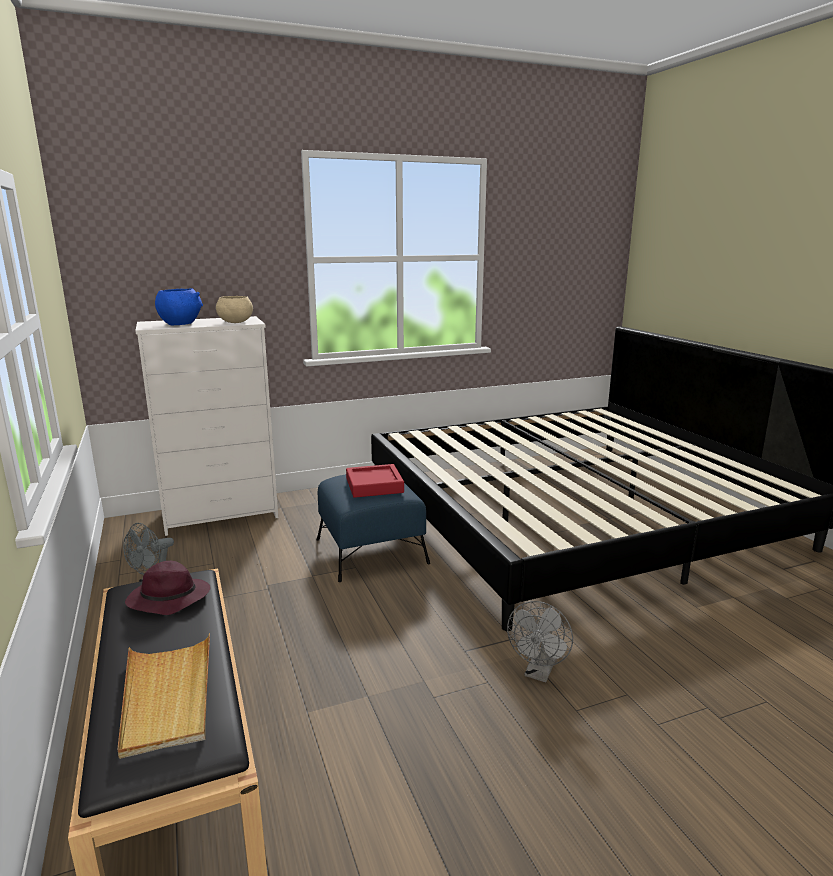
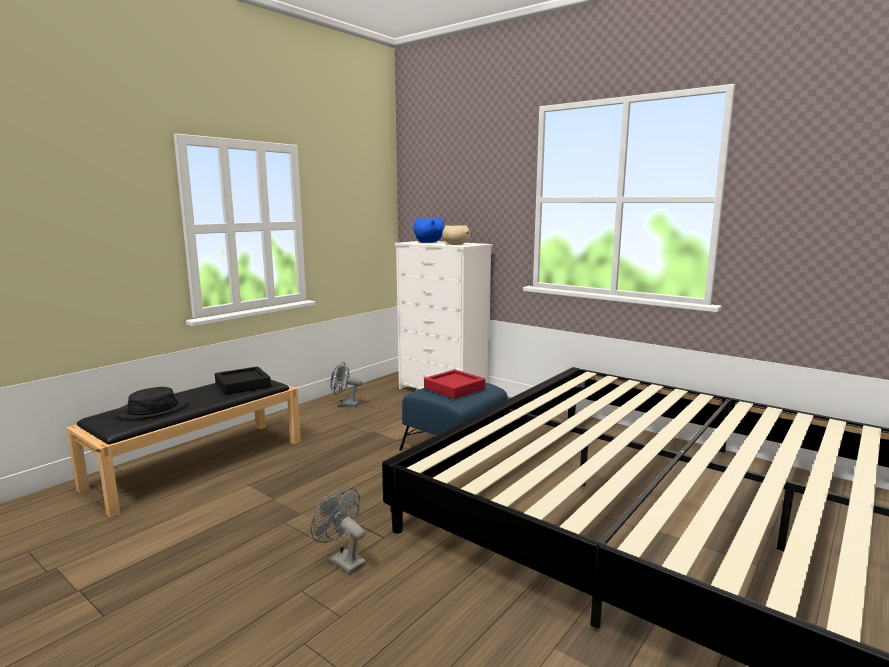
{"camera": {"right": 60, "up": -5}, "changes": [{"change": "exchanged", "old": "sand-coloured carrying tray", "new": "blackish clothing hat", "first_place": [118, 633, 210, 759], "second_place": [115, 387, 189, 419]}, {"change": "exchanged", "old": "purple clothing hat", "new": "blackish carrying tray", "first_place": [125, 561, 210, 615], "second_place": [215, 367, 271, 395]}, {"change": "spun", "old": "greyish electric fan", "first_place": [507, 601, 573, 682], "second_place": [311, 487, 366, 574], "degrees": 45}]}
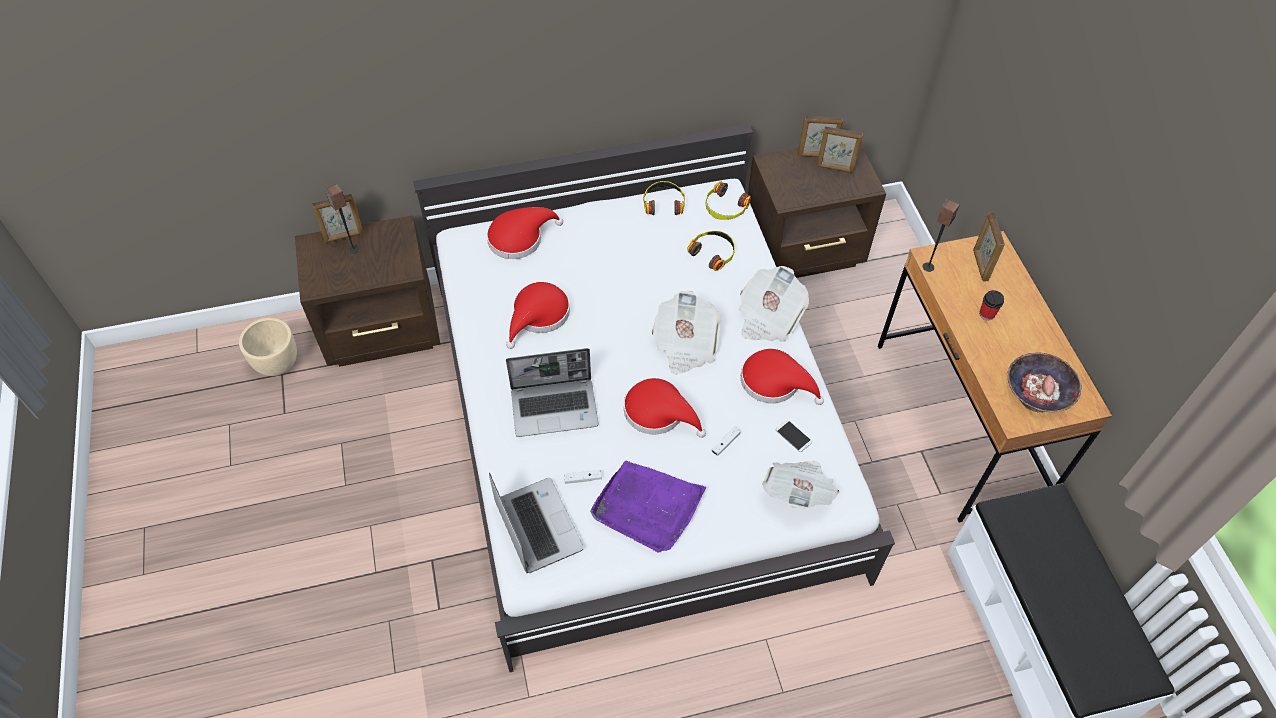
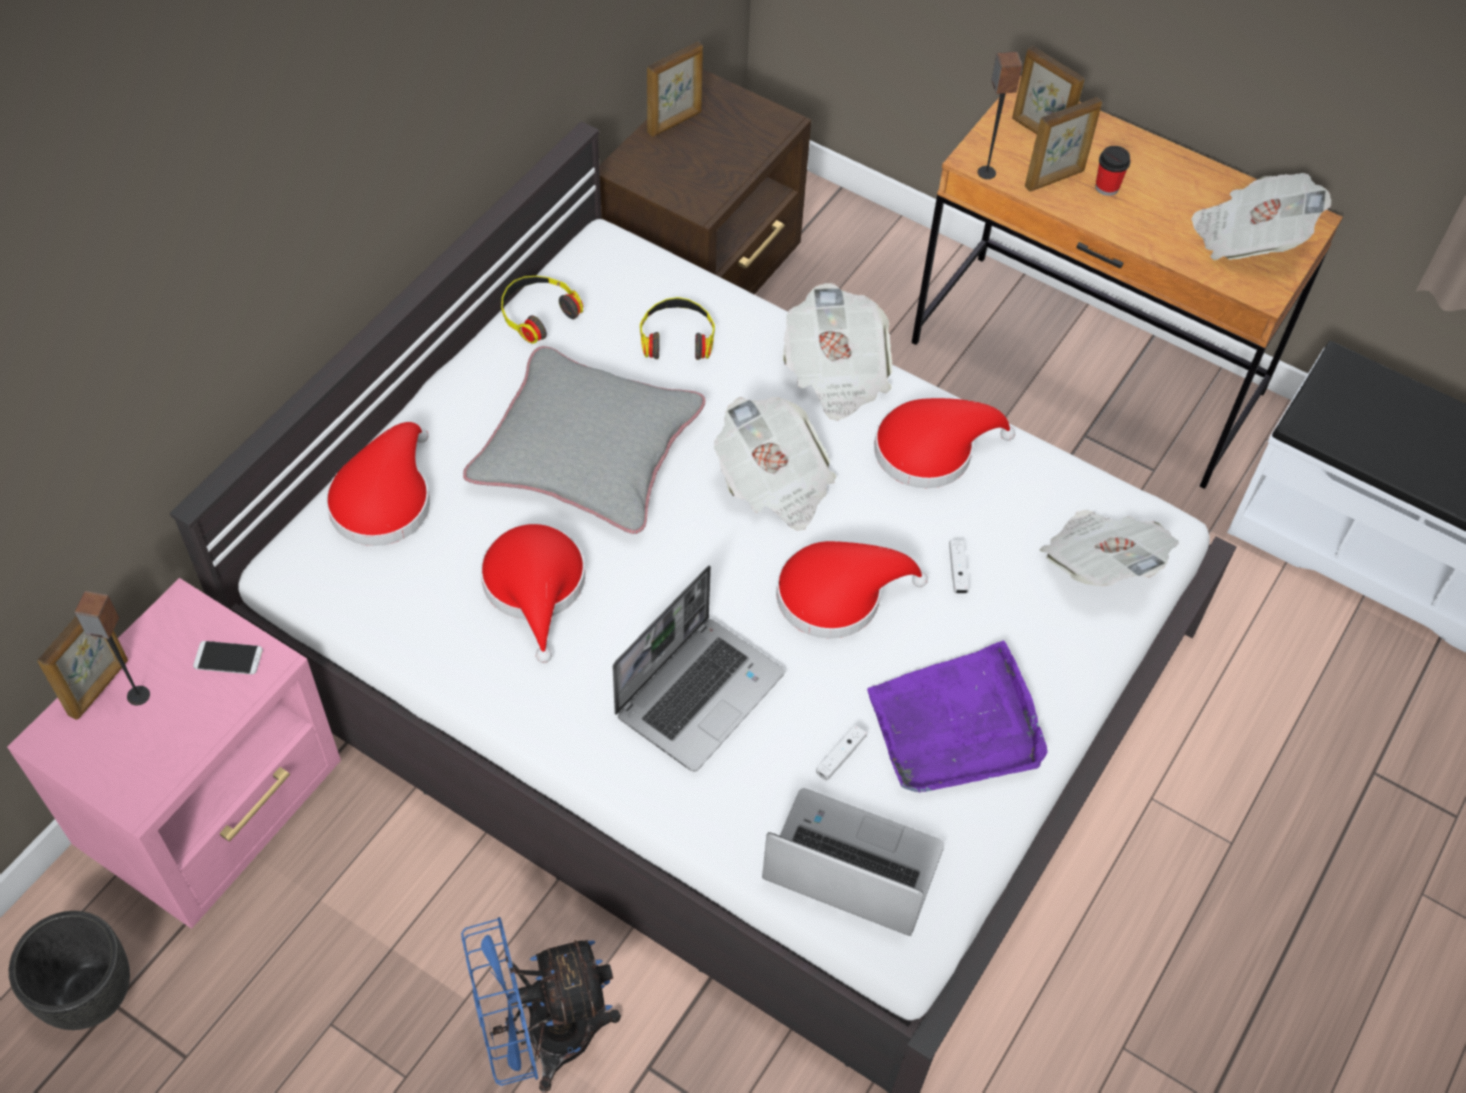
{"camera": {"right": -45, "up": 0}, "changes": [{"change": "colour", "old": "brown nightstand", "new": "pink-coloured nightstand", "first_place": [295, 215, 440, 367], "second_place": [7, 578, 341, 929]}, {"change": "colour", "old": "sand-coloured plant pot", "new": "blackish plant pot", "first_place": [239, 318, 297, 376], "second_place": [9, 911, 130, 1030]}, {"change": "relocated", "old": "handset", "first_place": [776, 420, 812, 452], "second_place": [193, 641, 263, 675]}, {"change": "appeared", "new": "blue-coloured electric fan", "second_place": [461, 917, 621, 1092]}, {"change": "appeared", "new": "greyish pillow", "second_place": [463, 346, 705, 534]}, {"change": "relocated", "old": "picture frame", "first_place": [817, 127, 863, 173], "second_place": [1025, 97, 1102, 191]}, {"change": "exchanged", "old": "bowl", "new": "daily paper", "first_place": [1008, 352, 1082, 413], "second_place": [1191, 173, 1331, 260]}, {"change": "missing", "old": "headphones", "first_place": [705, 181, 751, 220]}]}
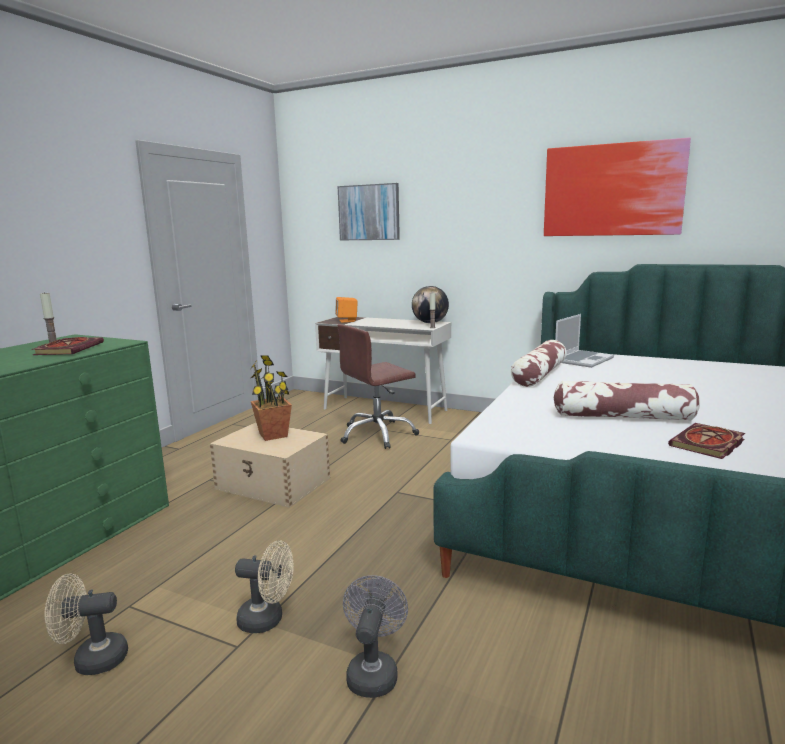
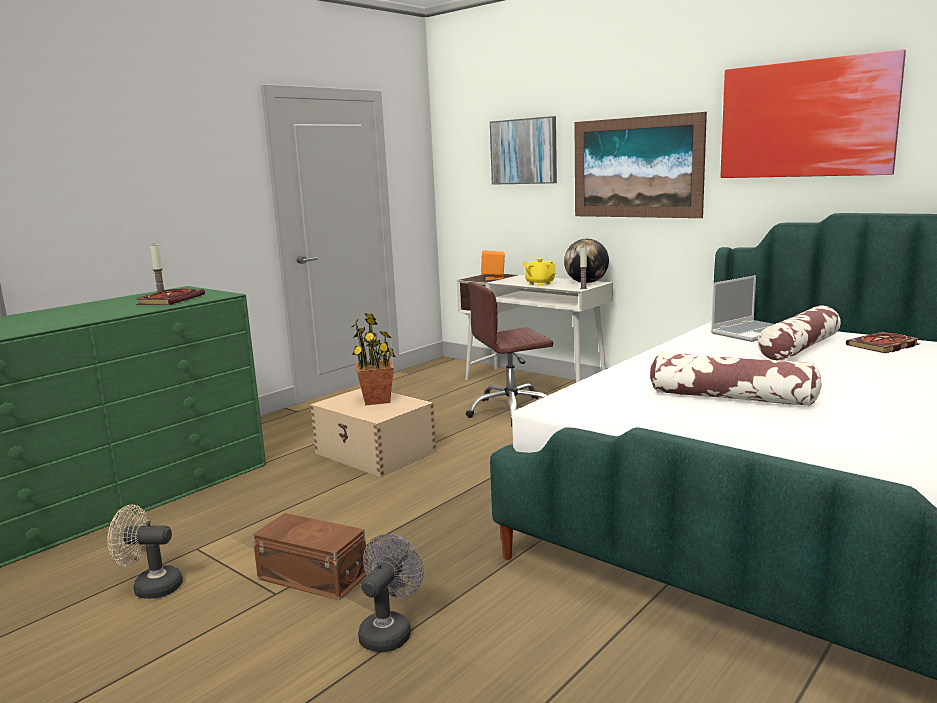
{"camera": {"right": 15, "up": 0}, "changes": [{"change": "exchanged", "old": "sand-coloured electric fan", "new": "brown storage box", "first_place": [235, 540, 294, 633], "second_place": [252, 513, 368, 601]}, {"change": "appeared", "new": "yellow-coloured tea pot", "second_place": [523, 258, 556, 286]}, {"change": "appeared", "new": "picture", "second_place": [574, 112, 707, 218]}, {"change": "relocated", "old": "pillow", "first_place": [511, 340, 567, 387], "second_place": [757, 306, 841, 361]}, {"change": "relocated", "old": "volume", "first_place": [668, 423, 745, 459], "second_place": [846, 332, 921, 353]}]}
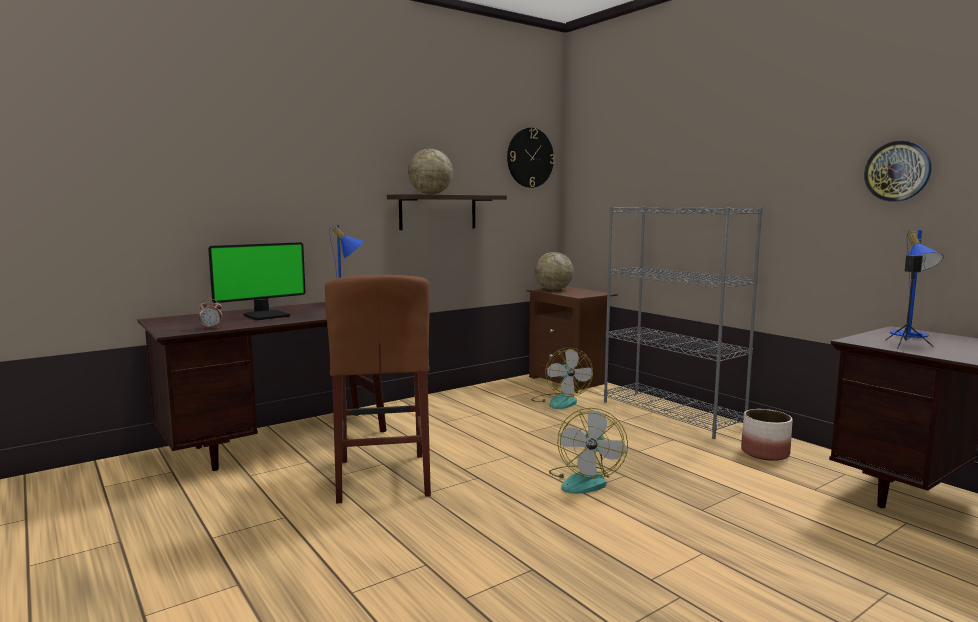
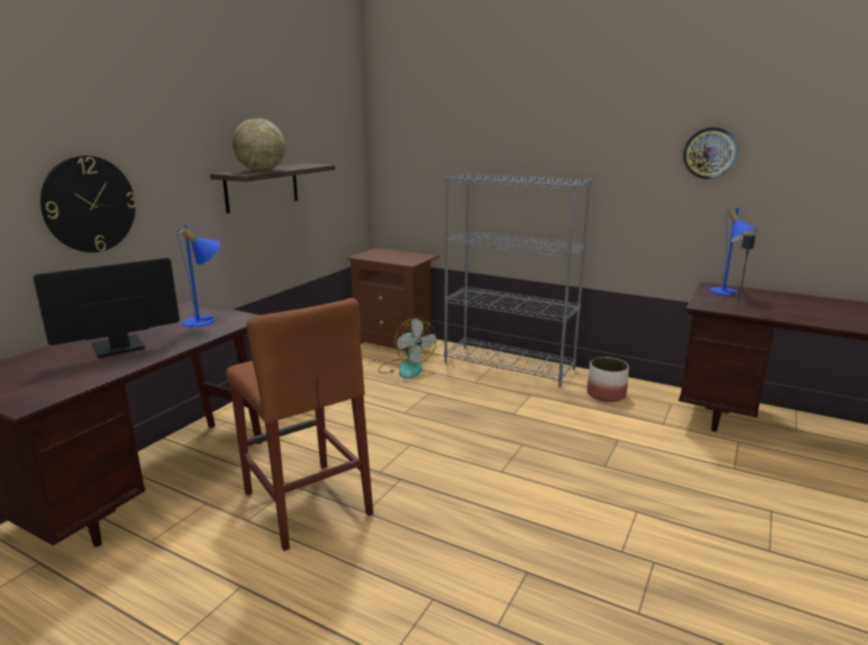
{"camera": {"right": -25, "up": 10}, "changes": [{"change": "spun", "old": "computer display", "first_place": [208, 242, 306, 320], "second_place": [33, 258, 180, 358], "degrees": -150}, {"change": "relocated", "old": "clock on the wall", "first_place": [507, 128, 555, 188], "second_place": [40, 156, 137, 253]}, {"change": "missing", "old": "bedside clock", "first_place": [199, 299, 222, 328]}, {"change": "missing", "old": "world globe", "first_place": [535, 252, 573, 290]}, {"change": "missing", "old": "electric fan", "first_place": [549, 408, 628, 494]}]}
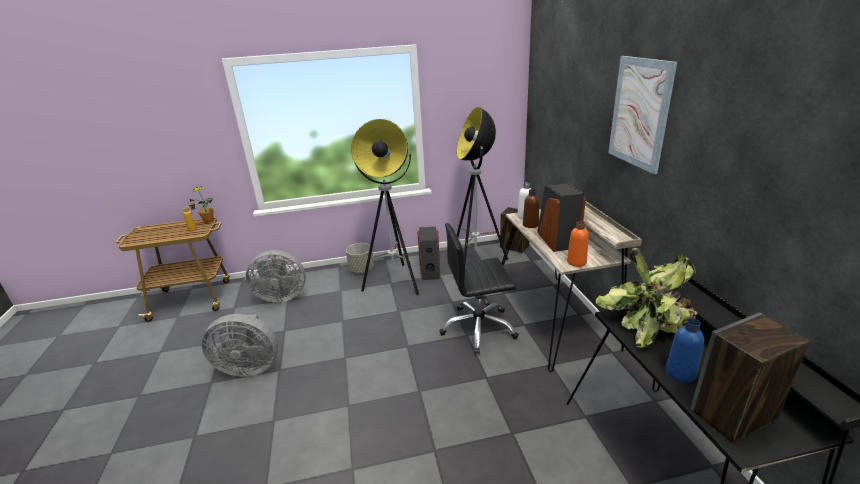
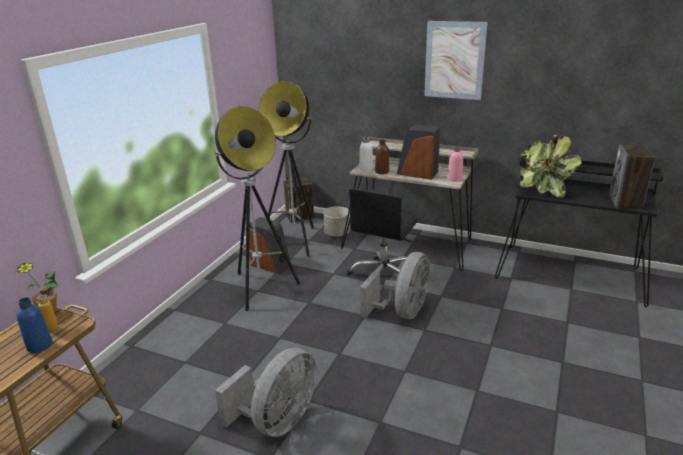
{"camera": {"right": -55, "up": 0}, "changes": [{"change": "relocated", "old": "blue-coloured beverage bottle", "first_place": [665, 318, 704, 383], "second_place": [16, 297, 52, 353]}, {"change": "relocated", "old": "greyish plant pot", "first_place": [346, 243, 374, 273], "second_place": [323, 206, 350, 237]}, {"change": "relocated", "old": "greyish electric fan", "first_place": [246, 250, 306, 303], "second_place": [360, 252, 430, 319]}, {"change": "colour", "old": "orange beverage bottle", "new": "pink-coloured beverage bottle", "first_place": [567, 221, 589, 267], "second_place": [448, 146, 463, 182]}]}
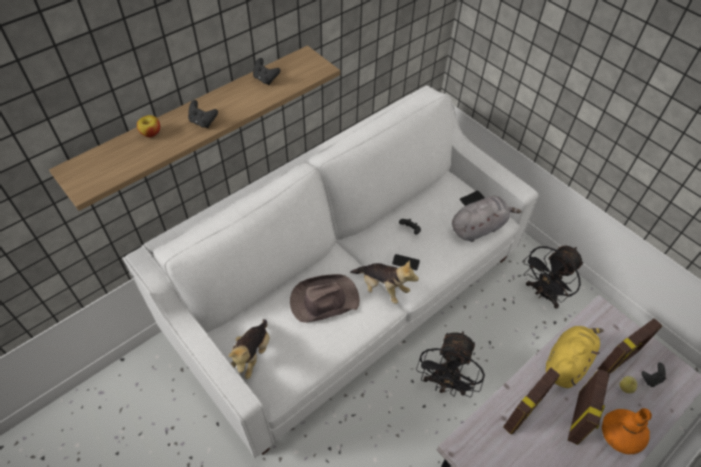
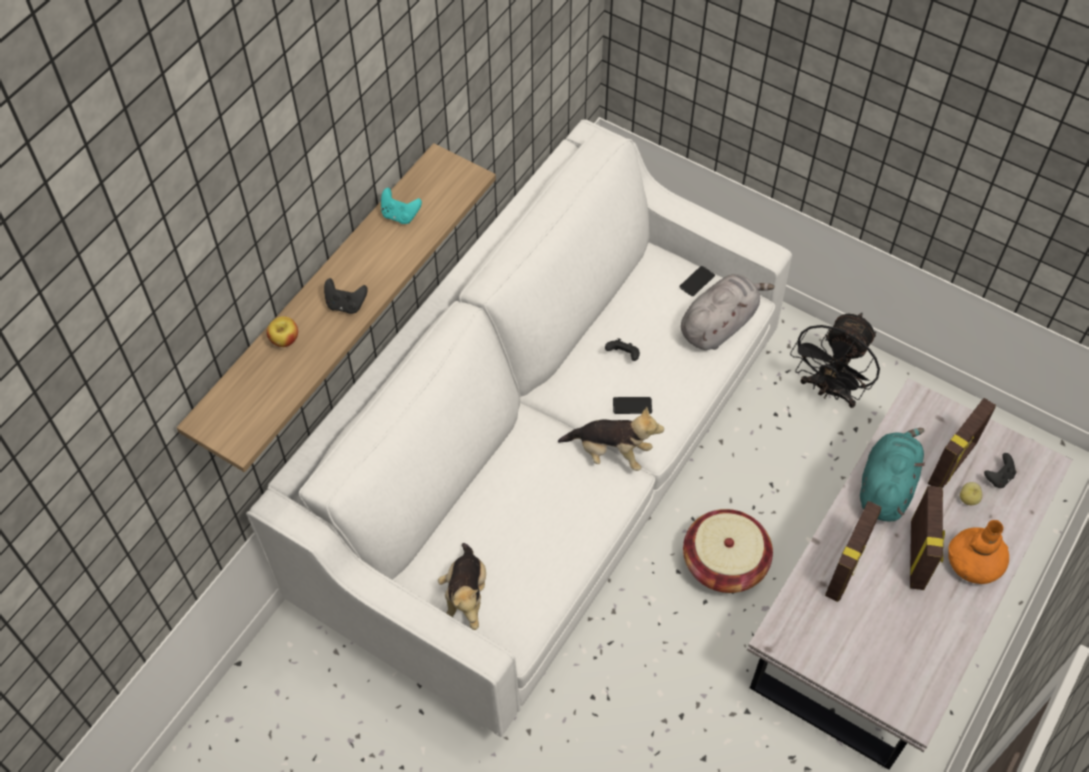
{"camera": {"right": -15, "up": 5}, "changes": [{"change": "colour", "old": "blackish game controller", "new": "turquoise-coloured game controller", "first_place": [253, 58, 280, 85], "second_place": [381, 188, 422, 224]}, {"change": "exchanged", "old": "blackish electric fan", "new": "household basket", "first_place": [416, 331, 485, 397], "second_place": [683, 509, 773, 593]}, {"change": "colour", "old": "yellow-coloured plush toy", "new": "turquoise-coloured plush toy", "first_place": [546, 326, 604, 388], "second_place": [860, 428, 925, 522]}, {"change": "missing", "old": "brown clothing hat", "first_place": [290, 274, 360, 323]}]}
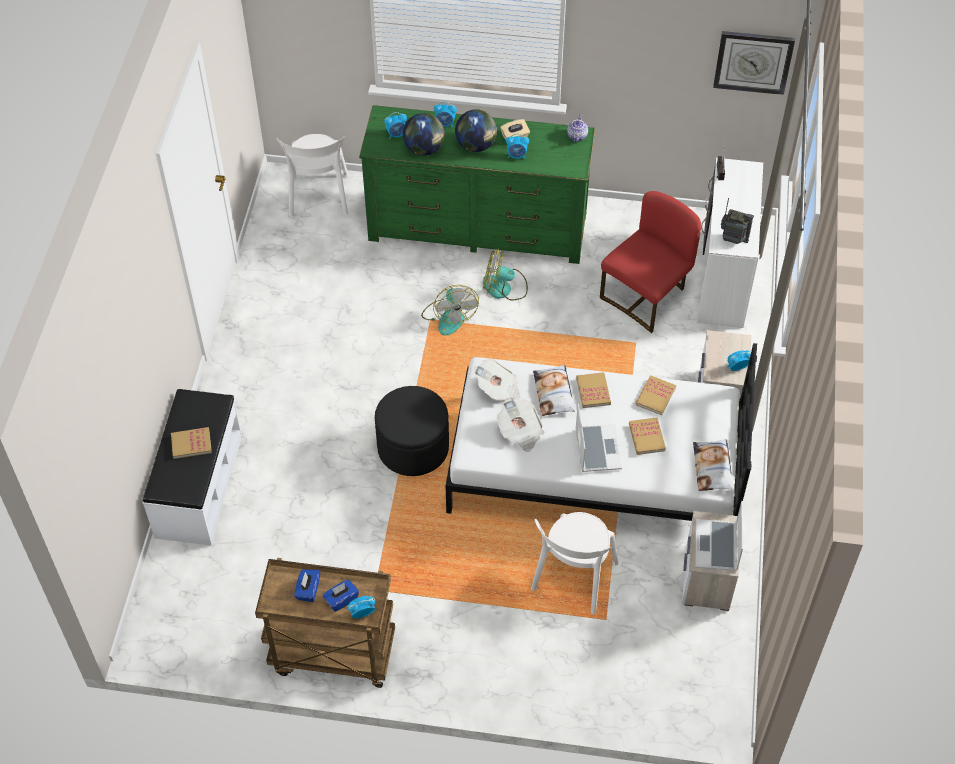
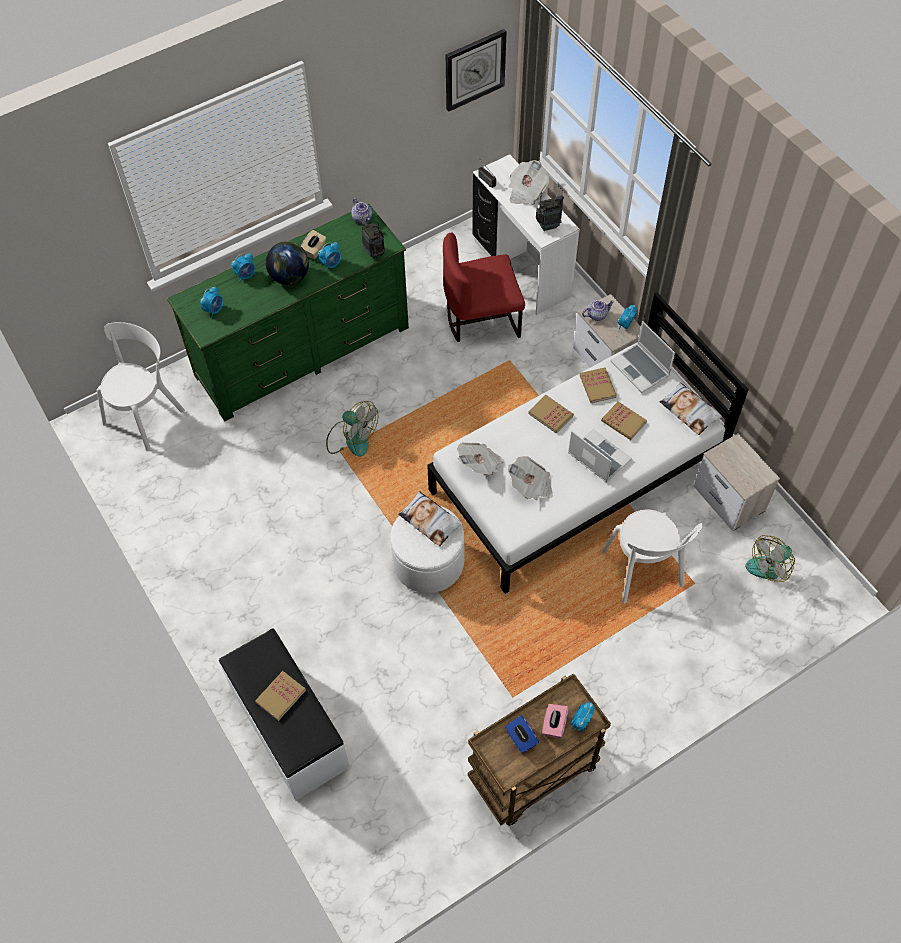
{"camera": {"right": -40, "up": 5}, "changes": [{"change": "spun", "old": "whitish upright chair", "first_place": [276, 134, 349, 216], "second_place": [97, 322, 185, 450], "degrees": -105}, {"change": "appeared", "new": "radio", "second_place": [361, 219, 385, 258]}, {"change": "colour", "old": "blackish footrest", "new": "whitish footrest", "first_place": [375, 386, 449, 476], "second_place": [390, 506, 464, 593]}, {"change": "relocated", "old": "pillow", "first_place": [533, 364, 575, 416], "second_place": [398, 491, 462, 547]}, {"change": "spun", "old": "red-coloured upright chair", "first_place": [600, 191, 701, 333], "second_place": [443, 233, 525, 342], "degrees": -105}, {"change": "appeared", "new": "daily paper", "second_place": [509, 160, 549, 205]}, {"change": "colour", "old": "blue-coloured tissue box", "new": "pink-coloured tissue box", "first_place": [323, 580, 359, 612], "second_place": [542, 704, 569, 739]}, {"change": "appeared", "new": "tea pot", "second_place": [582, 300, 614, 321]}, {"change": "relocated", "old": "laptop", "first_place": [695, 501, 743, 571], "second_place": [610, 321, 675, 393]}, {"change": "relocated", "old": "electric fan", "first_place": [483, 248, 528, 301], "second_place": [745, 535, 795, 582]}, {"change": "missing", "old": "world globe", "first_place": [403, 113, 445, 156]}]}
